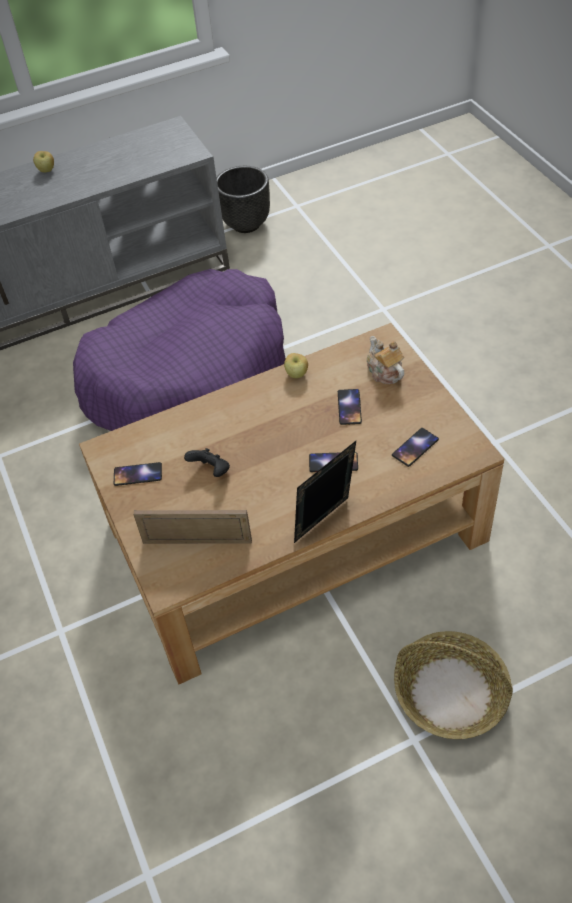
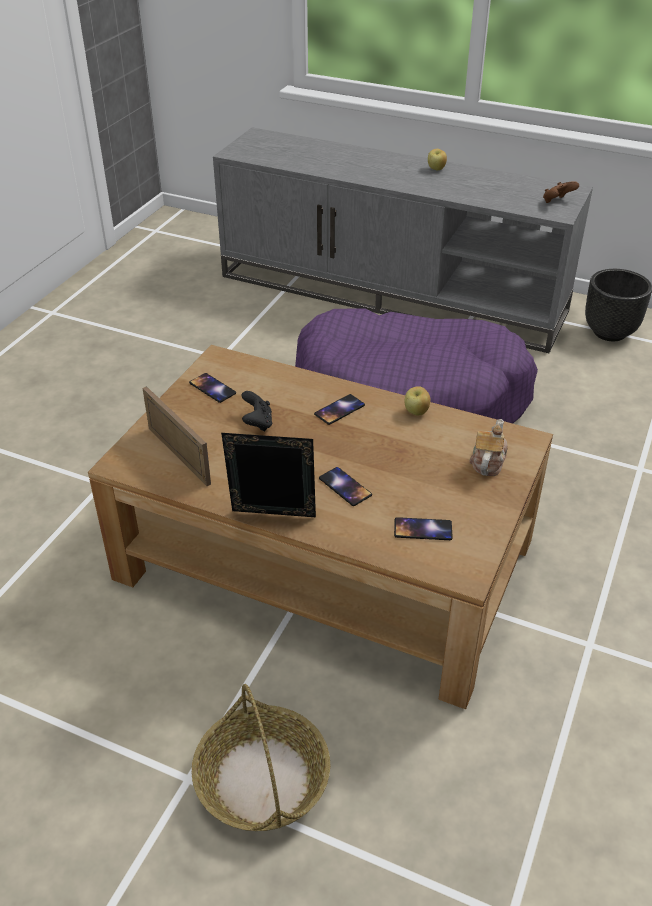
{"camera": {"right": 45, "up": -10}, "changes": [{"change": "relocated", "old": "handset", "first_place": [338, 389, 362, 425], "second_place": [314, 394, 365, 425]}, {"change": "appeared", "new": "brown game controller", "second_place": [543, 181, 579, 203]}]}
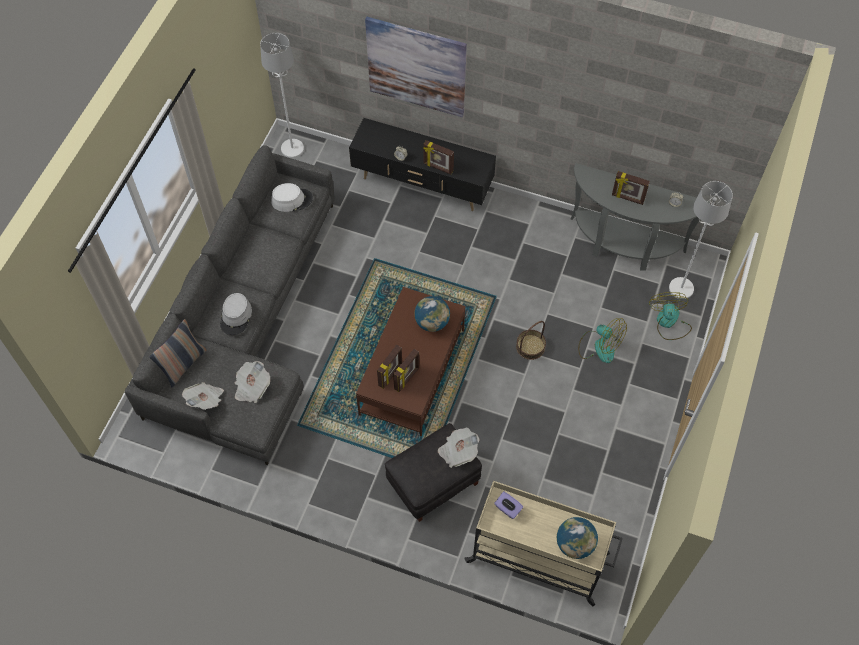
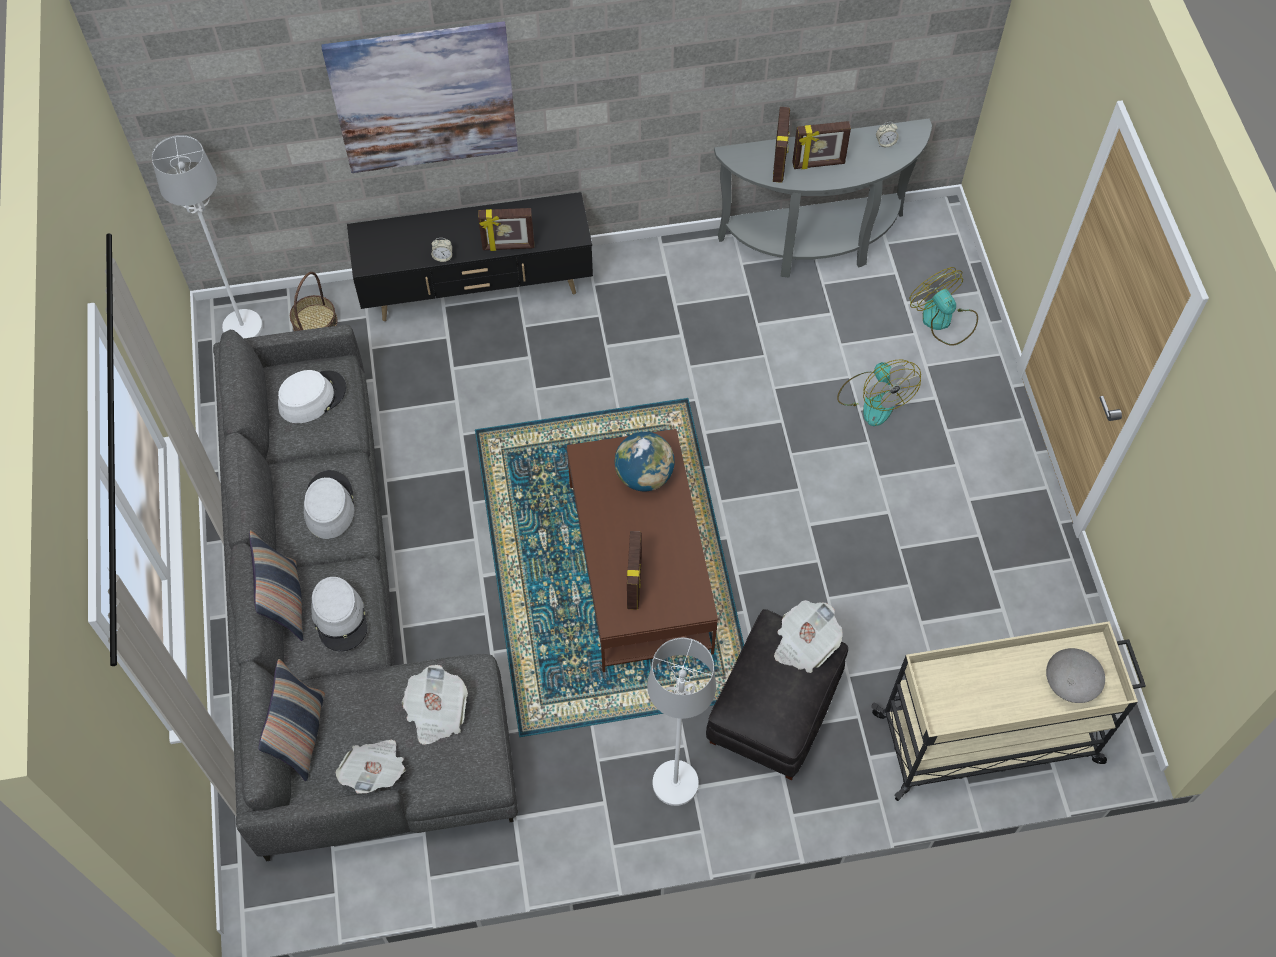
{"camera": {"right": -30, "up": 0}, "changes": [{"change": "appeared", "new": "pillow", "second_place": [249, 530, 303, 641]}, {"change": "relocated", "old": "household basket", "first_place": [516, 321, 546, 360], "second_place": [290, 272, 338, 331]}, {"change": "appeared", "new": "greyish clothing hat", "second_place": [303, 470, 355, 539]}, {"change": "relocated", "old": "whitish standard lamp", "first_place": [669, 181, 733, 299], "second_place": [647, 638, 716, 806]}, {"change": "relocated", "old": "picture frame", "first_place": [393, 349, 419, 392], "second_place": [773, 107, 790, 183]}, {"change": "spun", "old": "electric fan", "first_place": [578, 318, 627, 363], "second_place": [837, 359, 921, 426], "degrees": 60}, {"change": "exchanged", "old": "world globe", "new": "greyish bowl", "first_place": [557, 517, 598, 559], "second_place": [1046, 648, 1105, 703]}, {"change": "missing", "old": "purple tissue box", "first_place": [494, 491, 523, 519]}]}
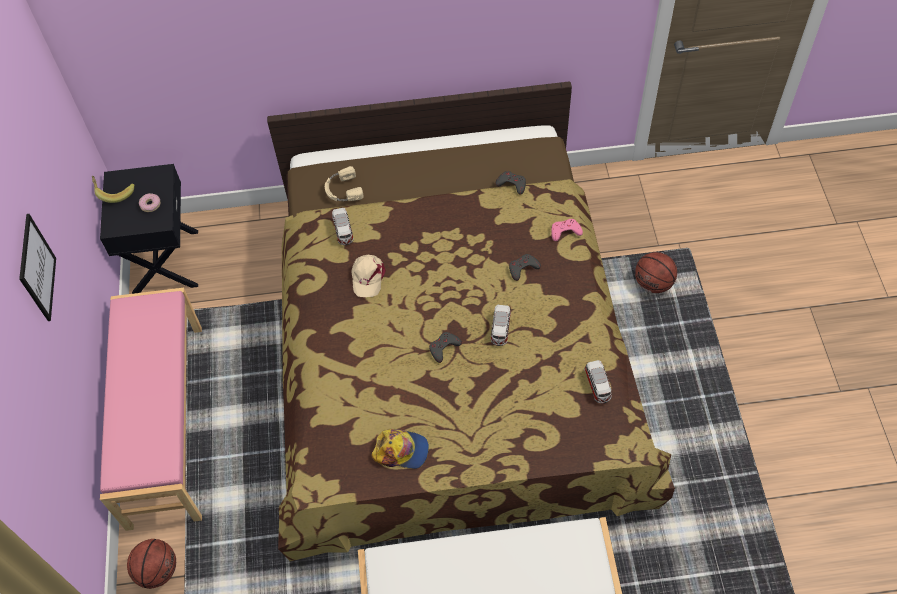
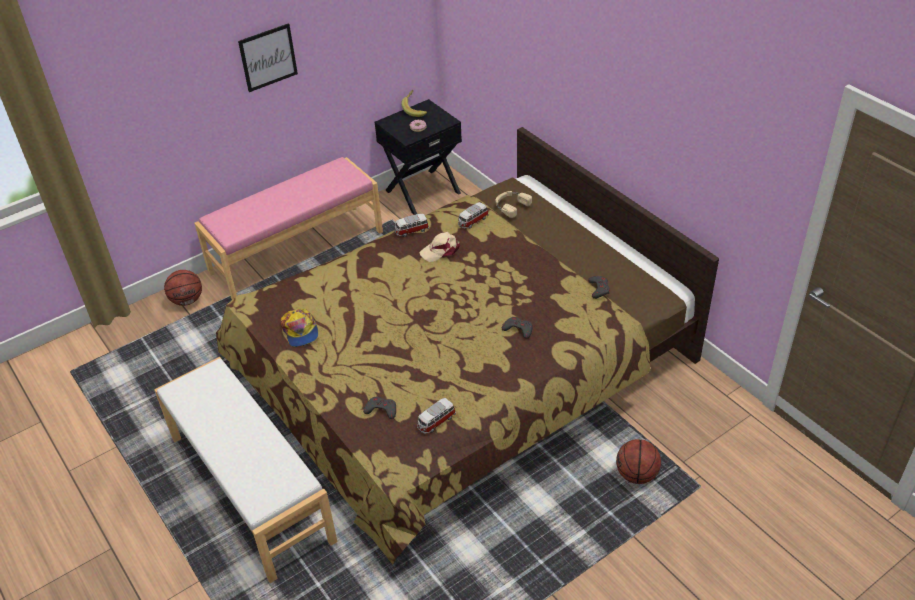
{"camera": {"right": 60, "up": -15}, "changes": [{"change": "relocated", "old": "greyish game controller", "first_place": [429, 332, 462, 363], "second_place": [363, 397, 396, 419]}, {"change": "relocated", "old": "model car", "first_place": [490, 305, 511, 346], "second_place": [395, 214, 429, 237]}, {"change": "missing", "old": "pink-coloured game controller", "first_place": [551, 219, 583, 241]}]}
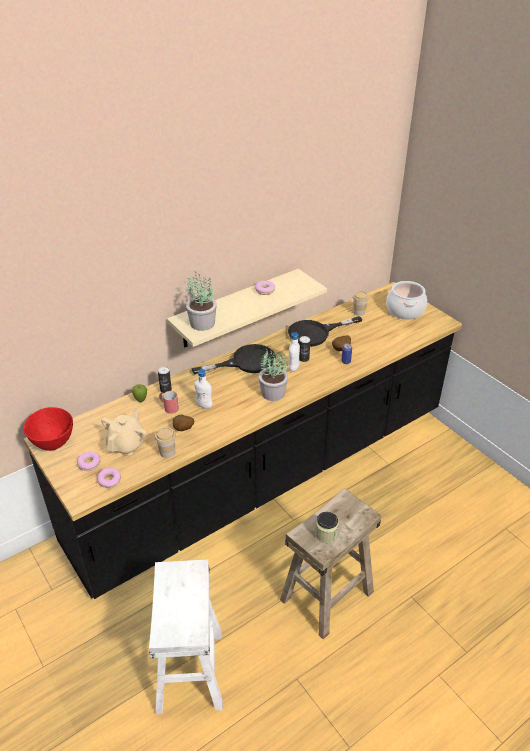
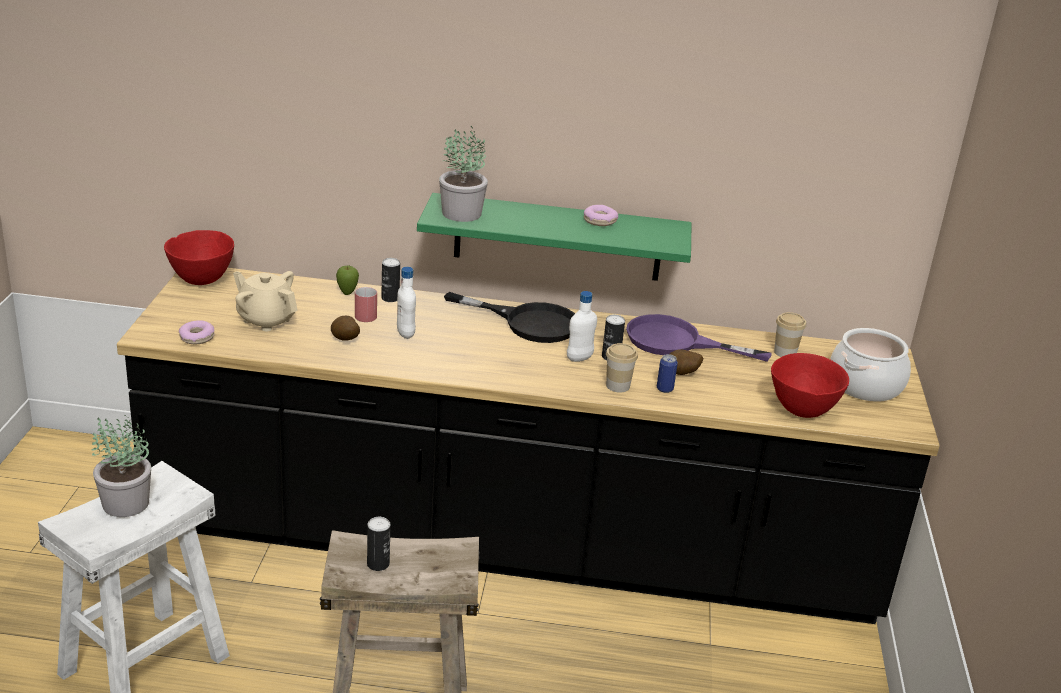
{"camera": {"right": 40, "up": -10}, "changes": [{"change": "relocated", "old": "plant in a pot", "first_place": [258, 349, 288, 401], "second_place": [92, 415, 151, 517]}, {"change": "spun", "old": "sand-coloured tea pot", "first_place": [101, 407, 147, 455], "second_place": [233, 271, 298, 331], "degrees": -120}, {"change": "exchanged", "old": "jar", "new": "sealed can", "first_place": [315, 512, 339, 543], "second_place": [367, 517, 391, 571]}, {"change": "colour", "old": "sand-coloured bracket shelf", "new": "green-coloured bracket shelf", "first_place": [167, 269, 327, 348], "second_place": [417, 193, 691, 281]}, {"change": "relocated", "old": "small cup", "first_place": [155, 427, 176, 458], "second_place": [606, 343, 638, 393]}, {"change": "colour", "old": "blackish skillet", "new": "purple skillet", "first_place": [288, 316, 363, 347], "second_place": [626, 314, 772, 362]}, {"change": "appeared", "new": "red-coloured bowl", "second_place": [771, 353, 849, 418]}, {"change": "missing", "old": "donut", "first_place": [77, 451, 101, 471]}]}
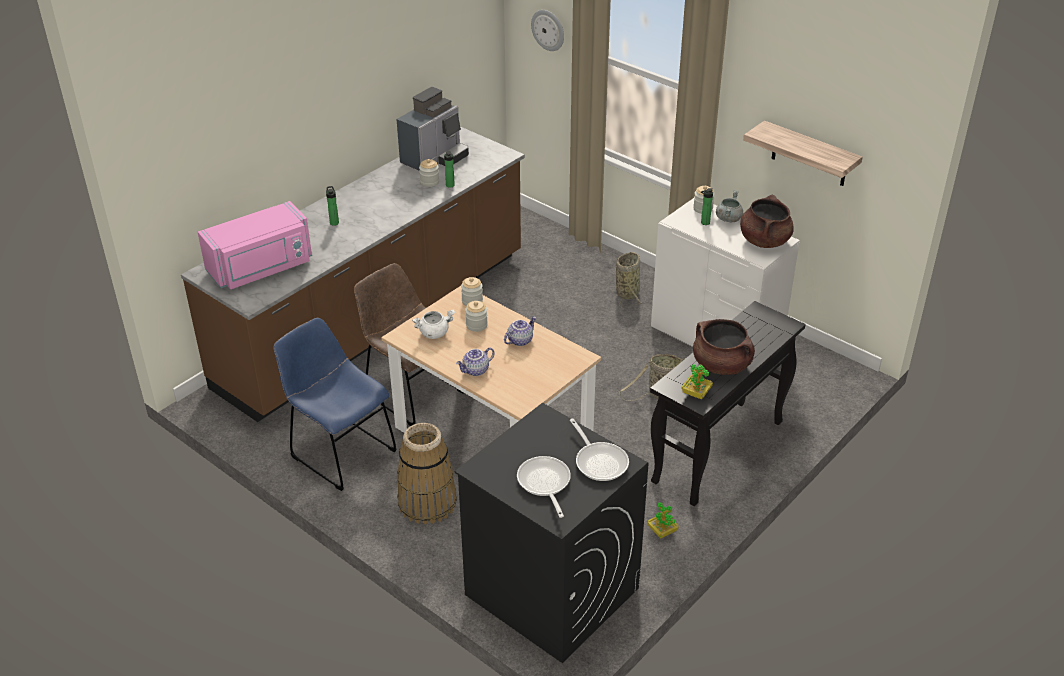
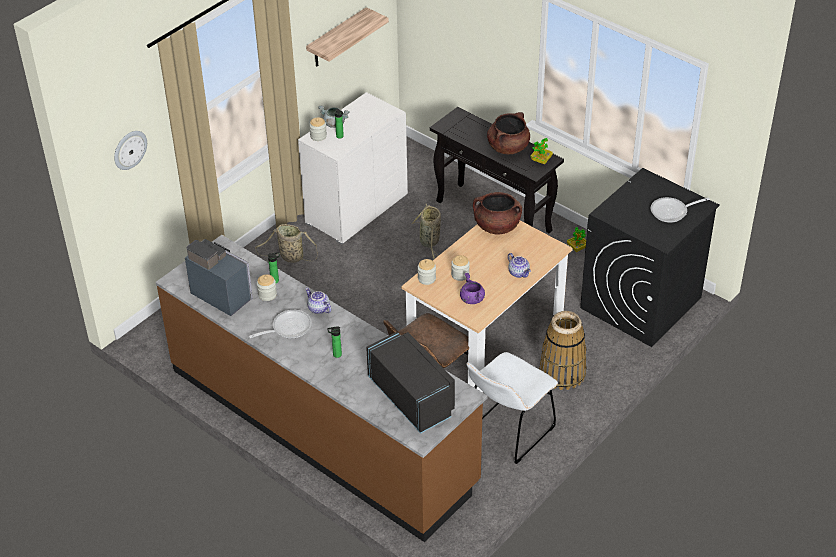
{"camera": {"right": -90, "up": 5}, "changes": [{"change": "relocated", "old": "skillet", "first_place": [570, 419, 629, 481], "second_place": [249, 310, 312, 338]}, {"change": "relocated", "old": "tea pot", "first_place": [504, 317, 536, 346], "second_place": [305, 288, 331, 314]}, {"change": "colour", "old": "pink-coloured kitchen microwave", "new": "blackish kitchen microwave", "first_place": [198, 201, 312, 289], "second_place": [366, 332, 455, 434]}, {"change": "colour", "old": "whitish saucepot", "new": "purple saucepot", "first_place": [412, 310, 455, 339], "second_place": [460, 273, 485, 304]}, {"change": "colour", "old": "blue-coloured upright chair", "new": "whitish upright chair", "first_place": [273, 318, 397, 491], "second_place": [466, 352, 558, 464]}, {"change": "relocated", "old": "brown saucepot", "first_place": [740, 195, 794, 248], "second_place": [473, 192, 522, 234]}]}
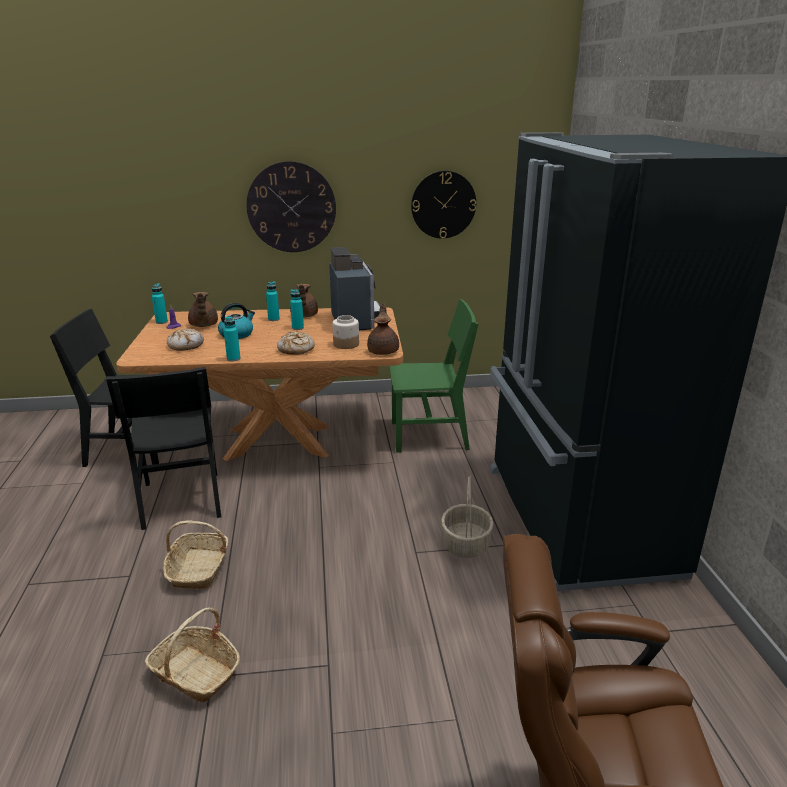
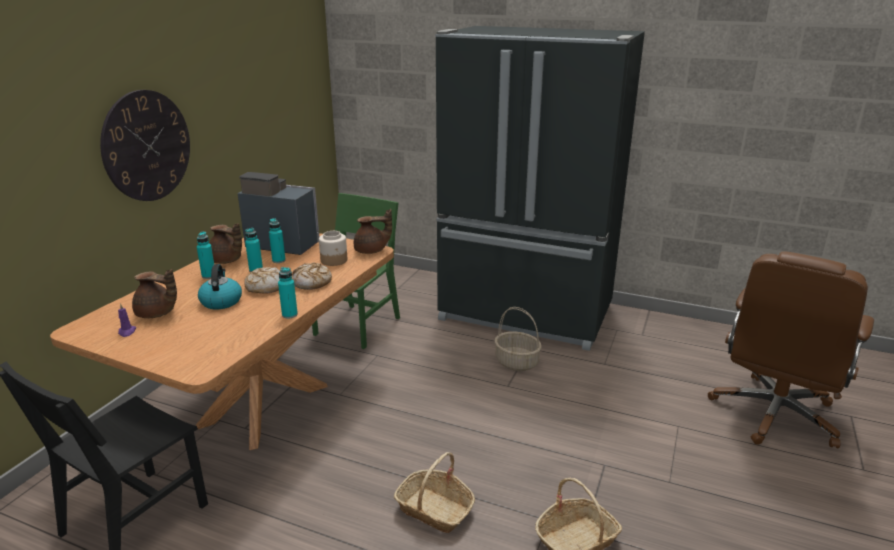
{"camera": {"right": -60, "up": 0}, "changes": [{"change": "relocated", "old": "bakery bread", "first_place": [167, 328, 204, 351], "second_place": [244, 267, 280, 293]}, {"change": "relocated", "old": "turquoise-coloured beverage bottle", "first_place": [152, 283, 168, 324], "second_place": [269, 218, 286, 263]}, {"change": "spun", "old": "brown tea pot", "first_place": [367, 303, 399, 355], "second_place": [354, 209, 392, 254], "degrees": 135}, {"change": "missing", "old": "blackish upright chair", "first_place": [106, 366, 221, 530]}, {"change": "missing", "old": "clock on the wall", "first_place": [411, 171, 476, 239]}]}
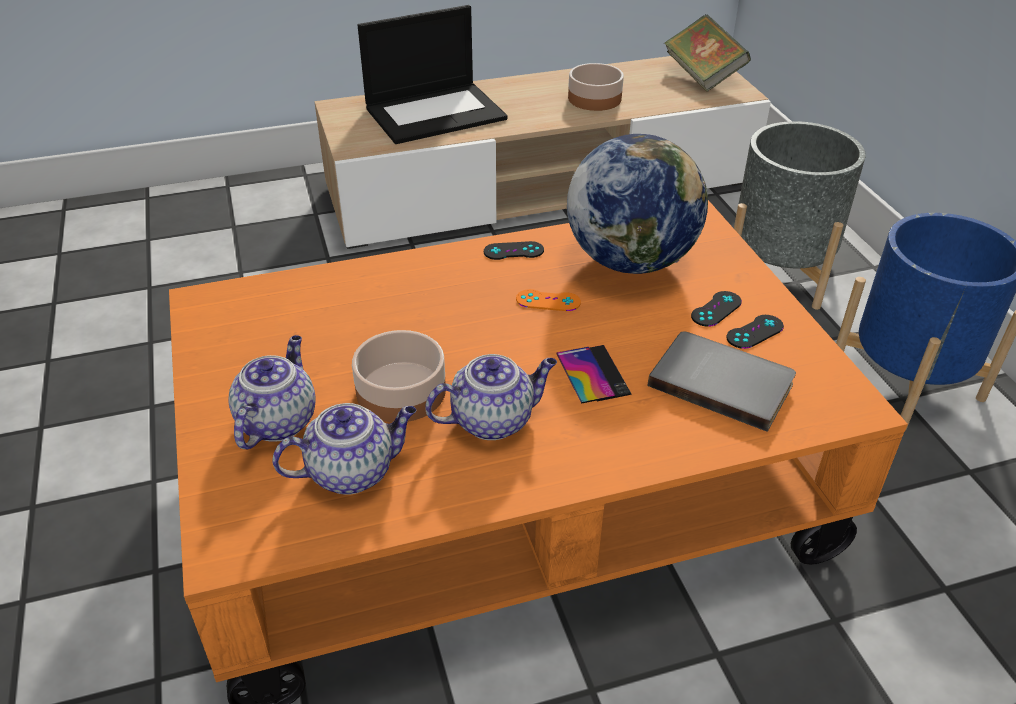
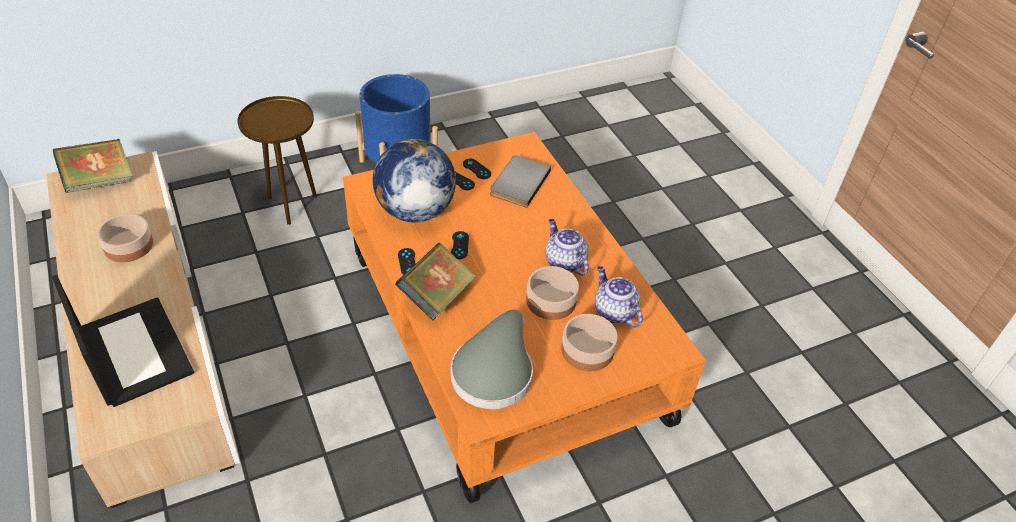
{"camera": {"right": -100, "up": 5}, "changes": [{"change": "exchanged", "old": "greyish plant pot", "new": "brown end table", "first_place": [734, 121, 866, 310], "second_place": [238, 96, 317, 225]}, {"change": "appeared", "new": "volume", "second_place": [395, 243, 476, 321]}, {"change": "colour", "old": "orange game controller", "new": "blackish game controller", "first_place": [516, 289, 581, 311], "second_place": [451, 231, 469, 259]}, {"change": "appeared", "new": "greyish clothing hat", "second_place": [451, 310, 533, 409]}, {"change": "exchanged", "old": "tea pot", "new": "bowl", "first_place": [228, 335, 315, 450], "second_place": [561, 314, 617, 371]}, {"change": "missing", "old": "handset", "first_place": [556, 345, 631, 403]}]}
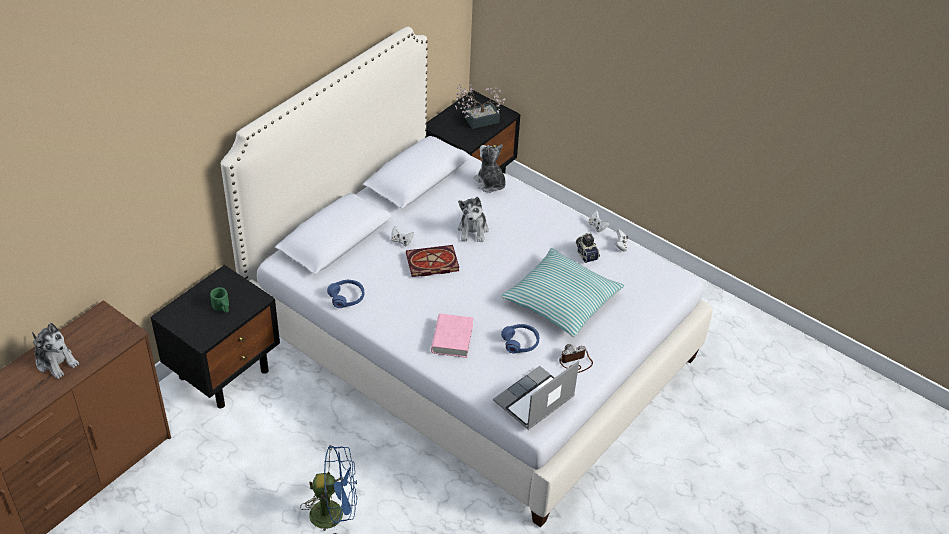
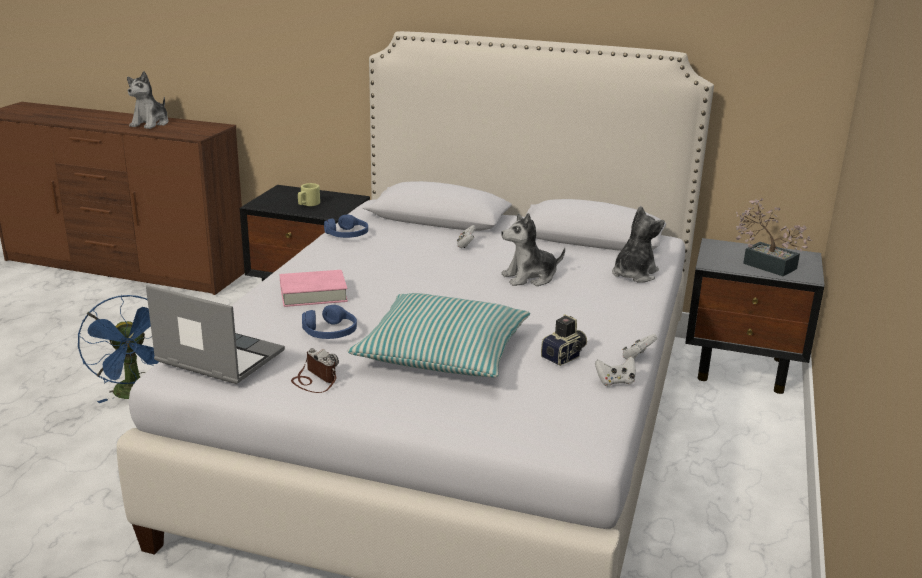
{"camera": {"right": 70, "up": -20}, "changes": [{"change": "colour", "old": "green-coloured coffee mug", "new": "sand-coloured coffee mug", "first_place": [210, 287, 229, 313], "second_place": [298, 183, 320, 206]}, {"change": "missing", "old": "volume", "first_place": [406, 245, 459, 277]}]}
